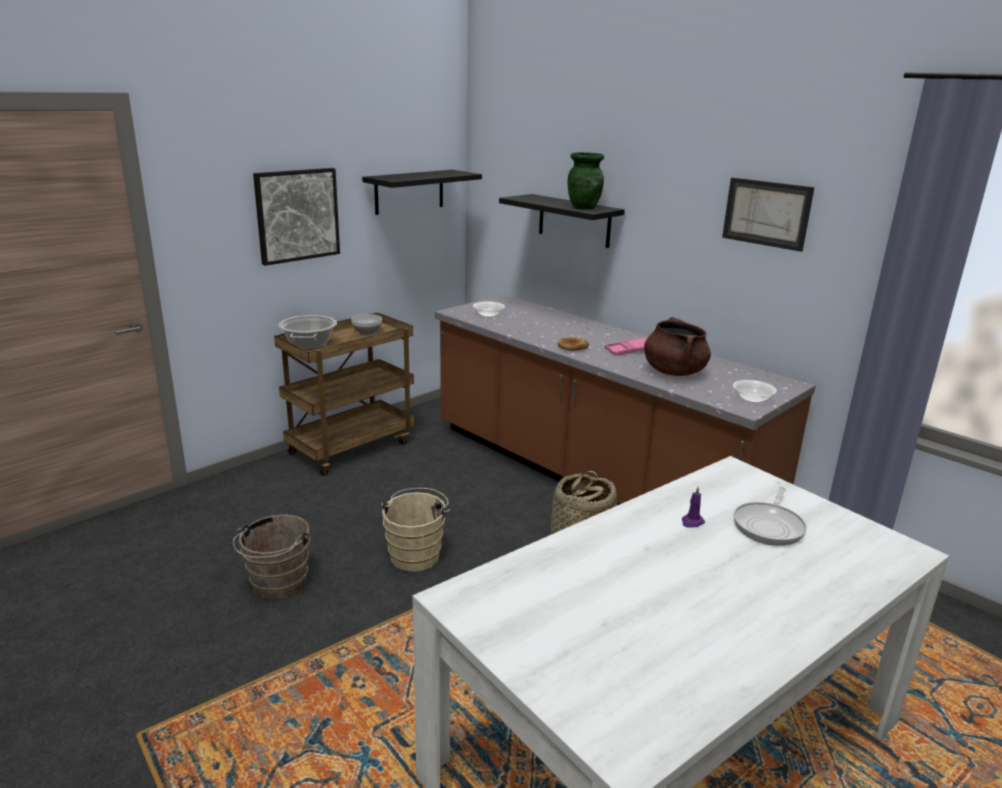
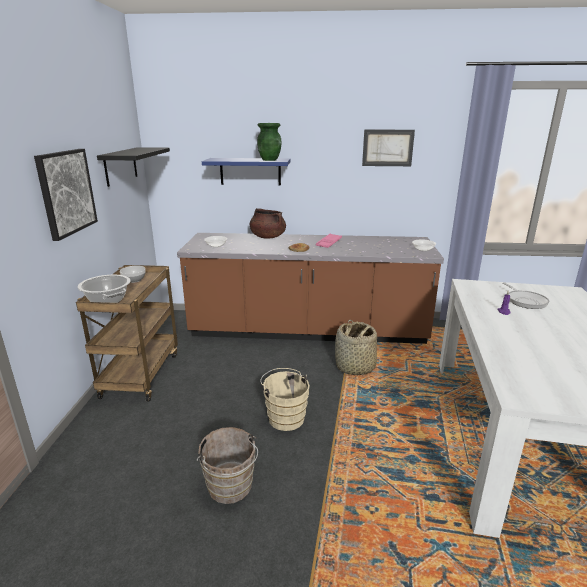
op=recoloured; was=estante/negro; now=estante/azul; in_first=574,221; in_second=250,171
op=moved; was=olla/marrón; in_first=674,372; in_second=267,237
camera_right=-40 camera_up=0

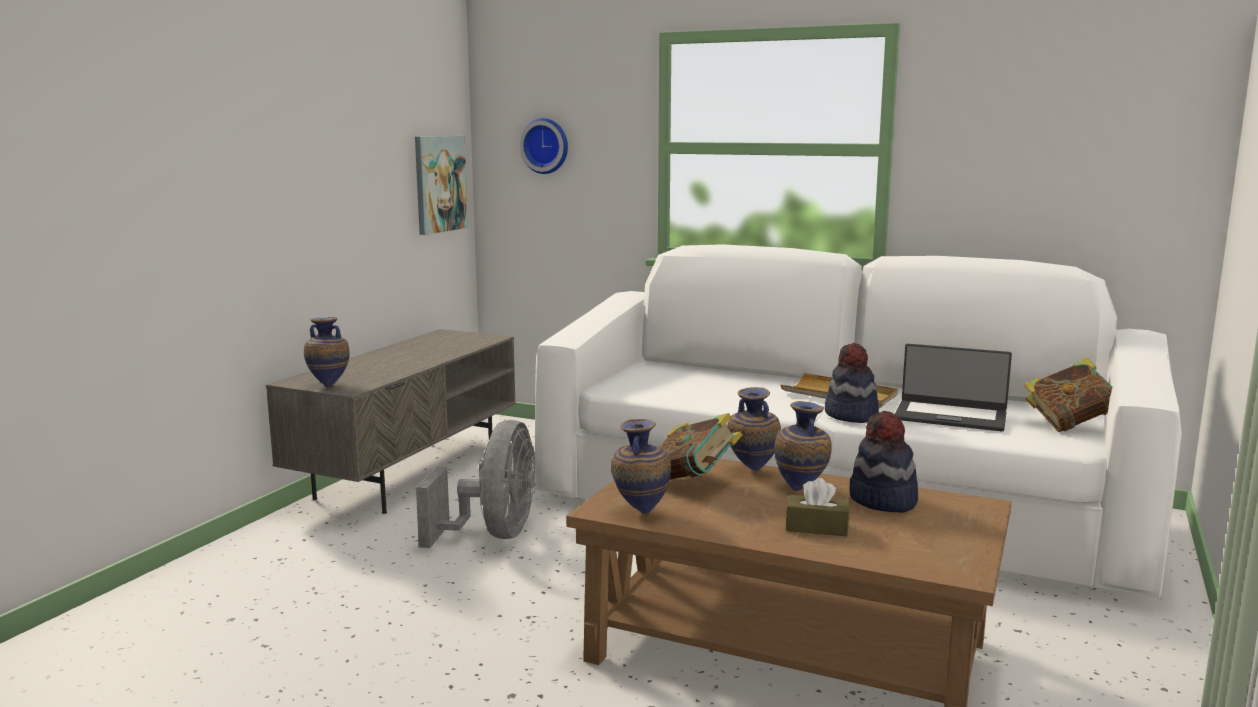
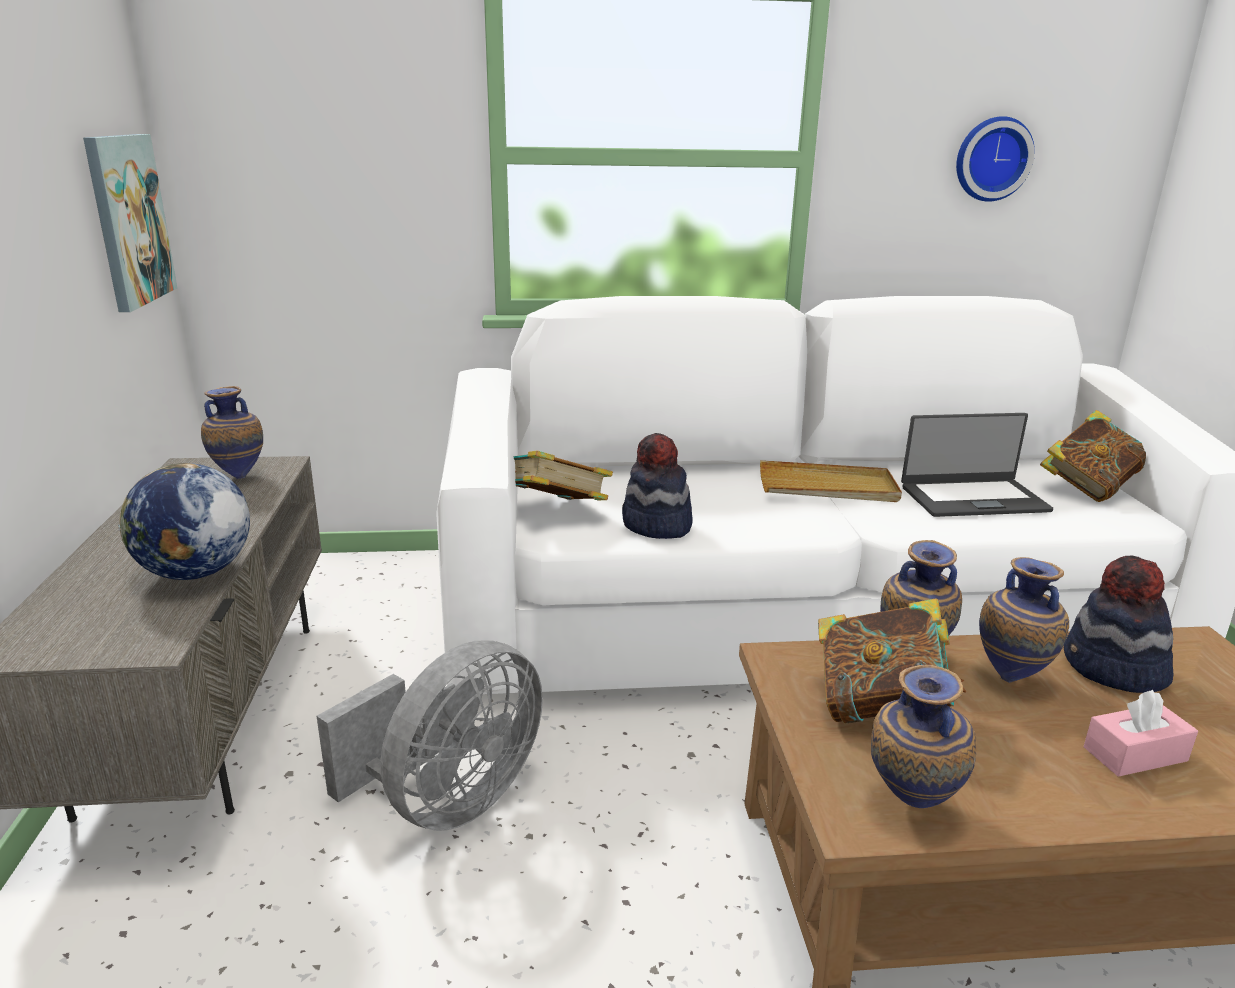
op=added; now=globo terráqueo; in_second=195,573
op=moved; was=florero; in_first=329,385; in_second=239,476
op=turned; was=ventilador/gris; in_first=494,535; in_second=449,801; clockwise=60
op=added; now=libro; in_second=555,512
op=moved; was=sombrero; in_first=850,415; in_second=656,525
op=moved; was=reloj de pared; in_first=546,146; in_second=991,159
op=recoloured; was=caja de pañuelos/marrón; now=caja de pañuelos/rosa; in_first=817,527; in_second=1135,754
camera_right=-30 camera_up=10

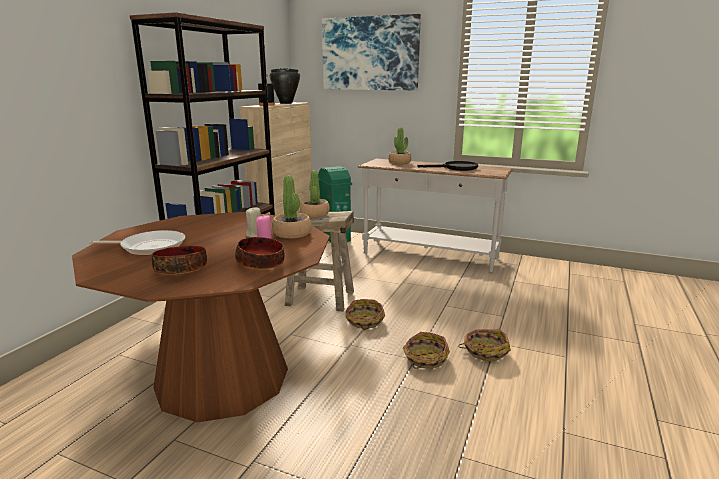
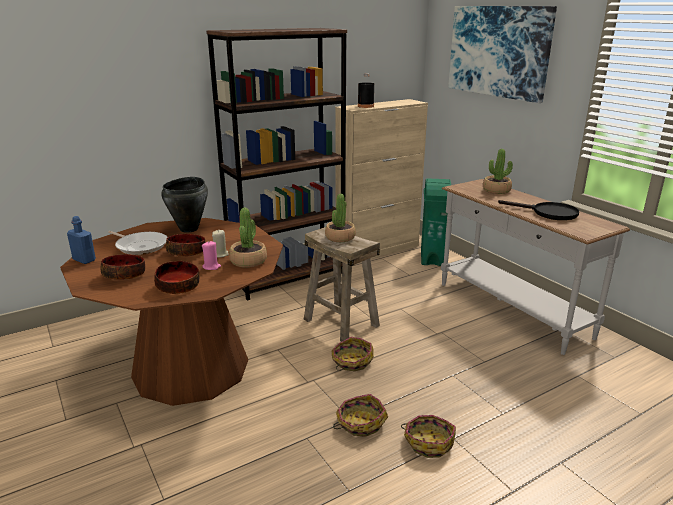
op=added; now=botella/azul; in_second=84,260
op=moved; was=olla/negro; in_first=286,103; in_second=189,229
op=added; now=cuenco; in_second=187,252
camera_right=35 camera_up=5

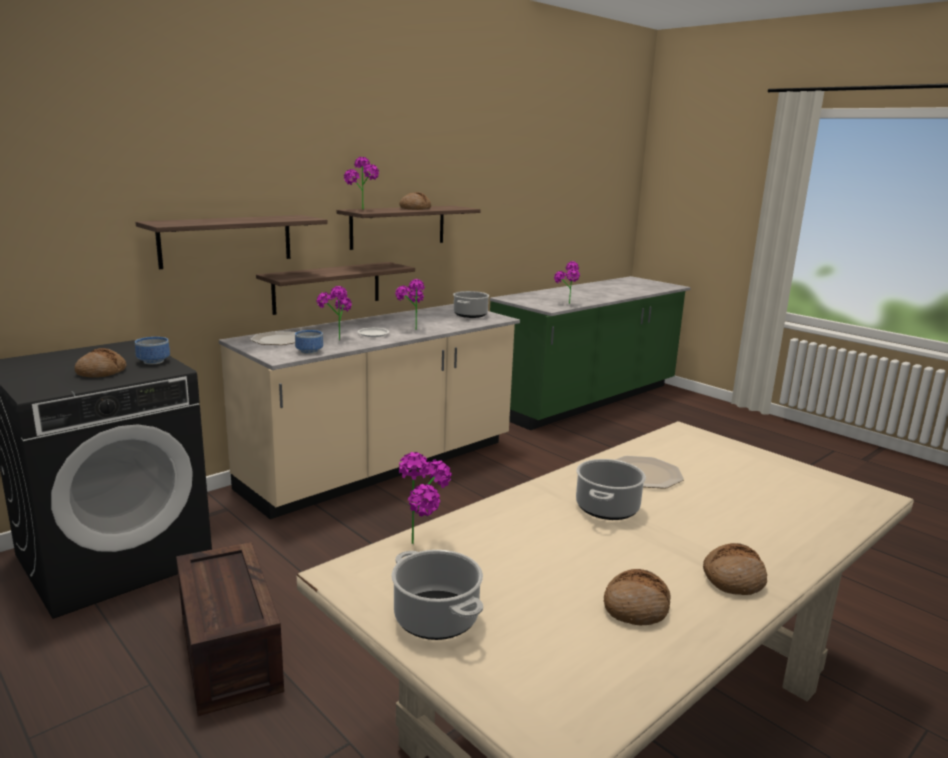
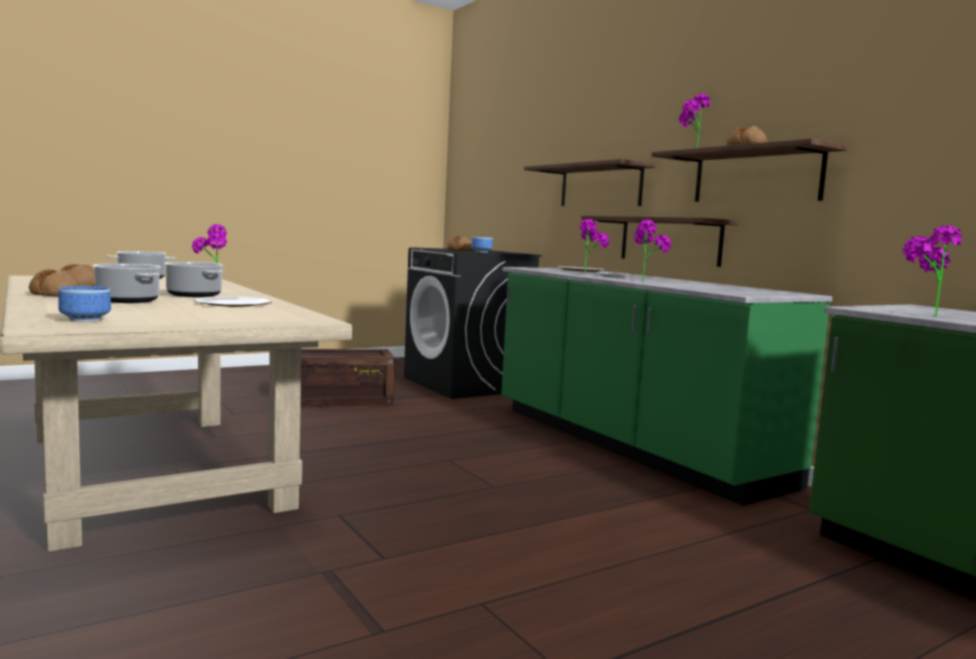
op=moved; was=cuenco; in_first=308,352; in_second=85,319
op=moved; was=olla; in_first=470,315; in_second=127,301
op=recoloured; was=mueble bajo de cocina/beis; now=mueble bajo de cocina/verde; in_first=382,466; in_second=629,445
camera_right=100 camera_up=-10

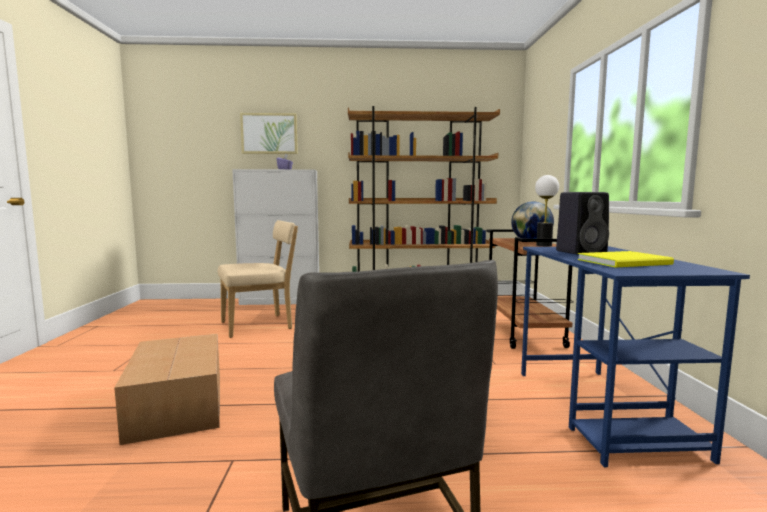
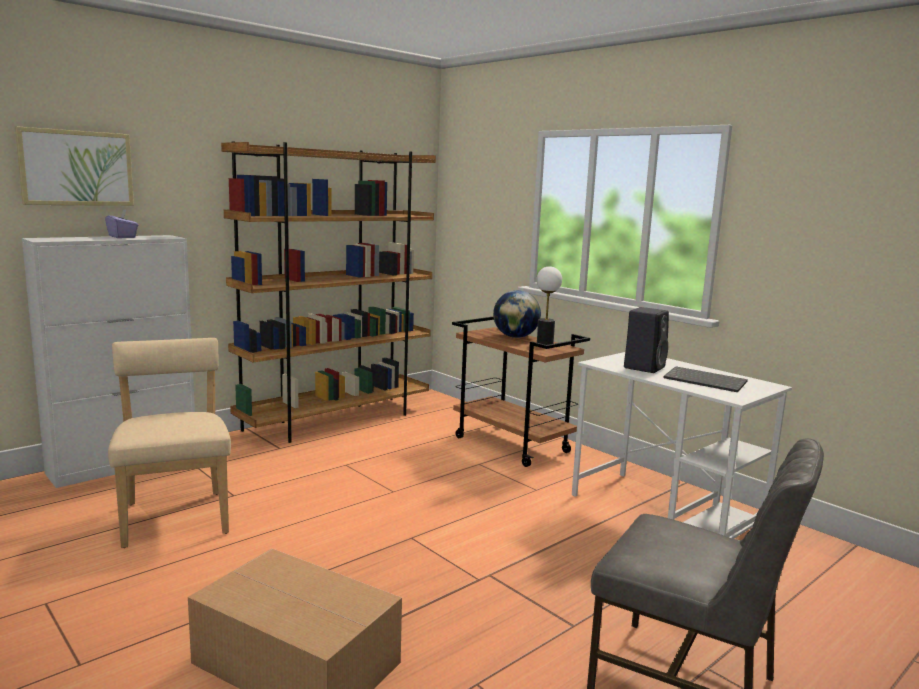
op=turned; was=silla/beis; in_first=260,325; in_second=176,515; clockwise=-45
op=recoloured; was=escritorio/azul; now=escritorio/blanco; in_first=601,411; in_second=666,512
op=replaced; was=libro/amarillo; now=teclado; in_first=626,262; in_second=706,381
camera_right=-40 camera_up=5

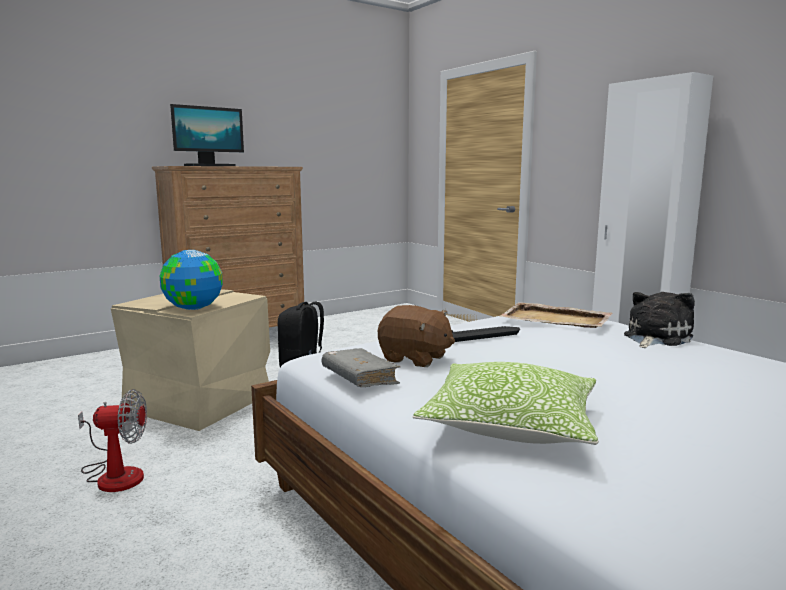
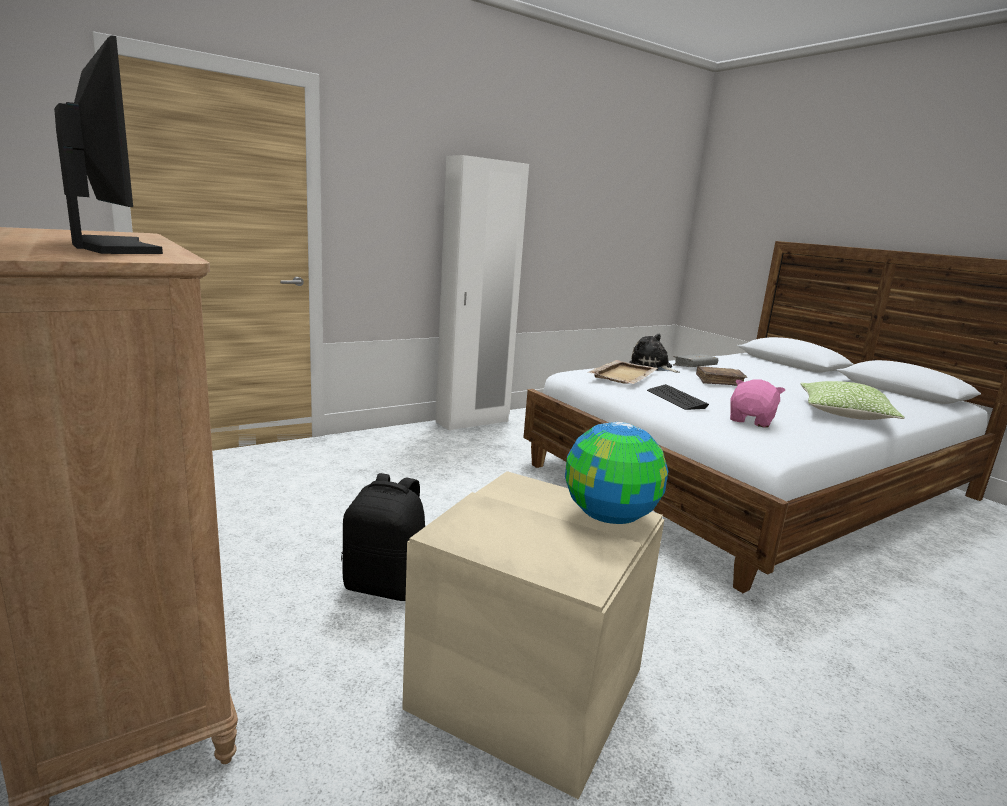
op=moved; was=libro/gris; in_first=359,378; in_second=694,366
op=added; now=libro/marrón; in_second=719,381
op=recoloured; was=peluche/marrón; now=peluche/rosa; in_first=415,359; in_second=751,420
op=removed; was=ventilador; in_first=115,474
camera_right=-90 camera_up=5

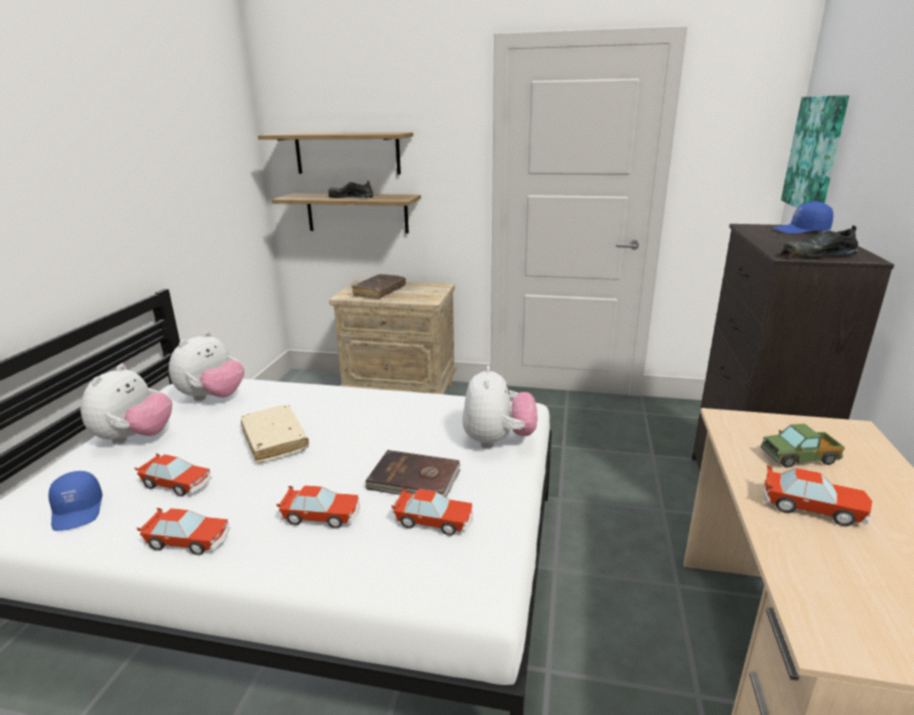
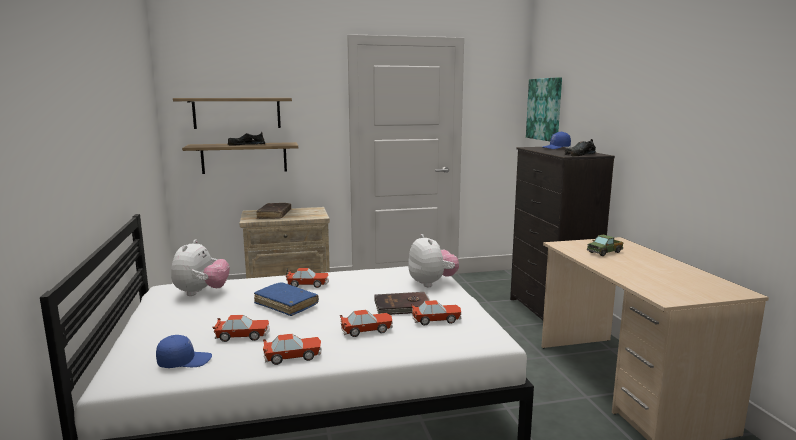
op=turned; was=gorra/azul; in_first=78,511; in_second=184,361; clockwise=-60
op=recoloured; was=libro/beis; now=libro/azul; in_first=275,440; in_second=286,304
op=moved; was=coche de juguete; in_first=812,508; in_second=308,284
op=removed; was=peluche; in_first=135,438
camera_right=-25 camera_up=-10

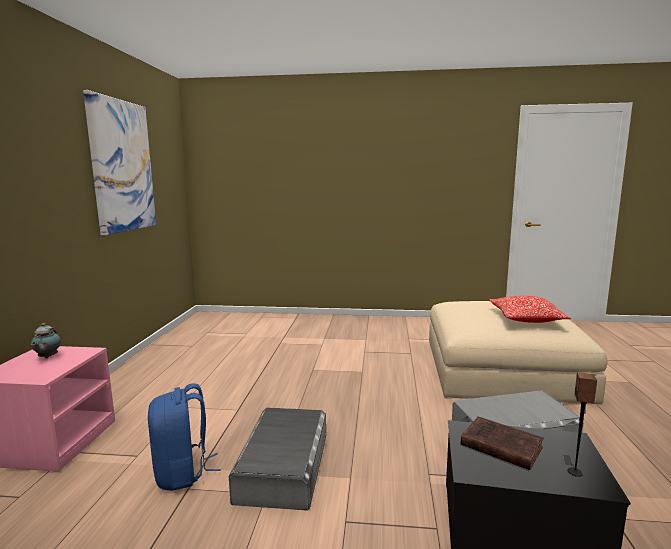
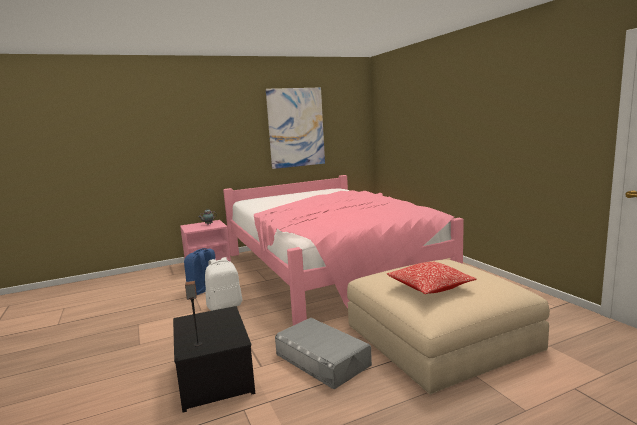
op=replaced; was=caja de almacenaje/gris; now=mochila/blanco; in_first=283,465; in_second=225,306
op=added; now=cama/rosa; in_second=330,268
op=removed; was=libro/marrón; in_first=499,446
camera_right=60 camera_up=0

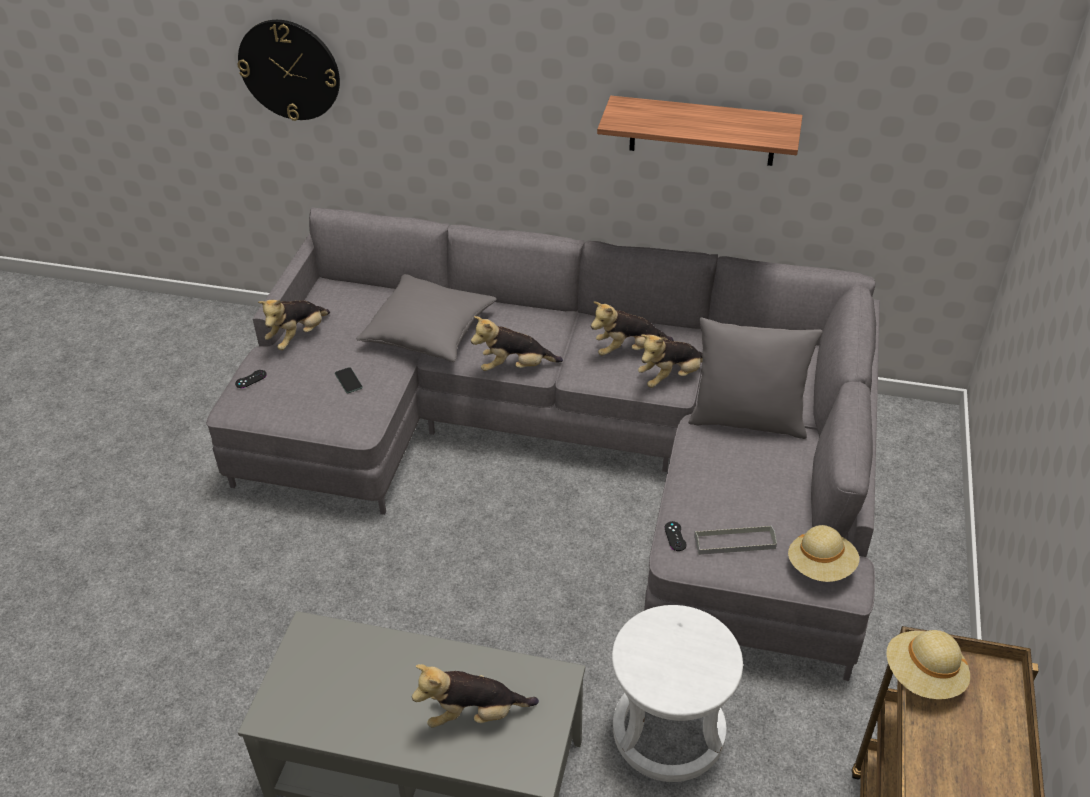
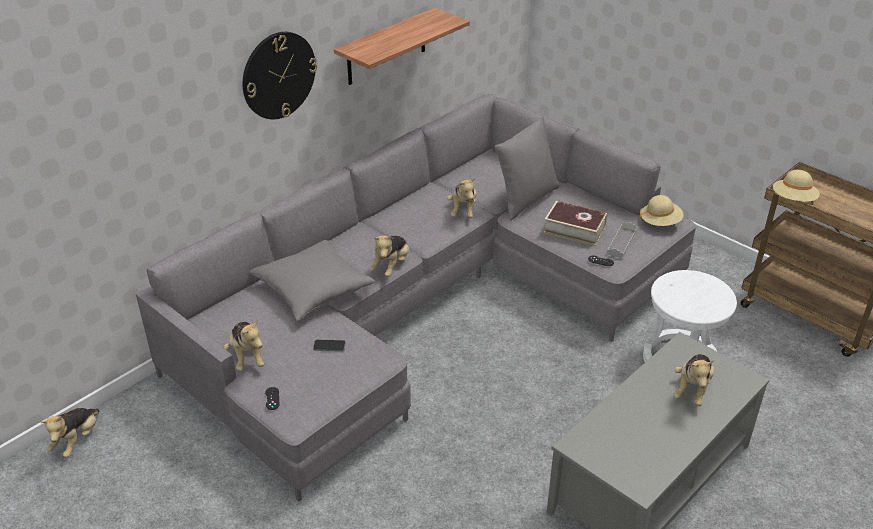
op=moved; was=peluche; in_first=628,350; in_second=77,440
op=moved; was=reloj de pared; in_first=289,70; in_second=278,75
op=added; now=libro; in_second=574,229
camera_right=-60 camera_up=-5

